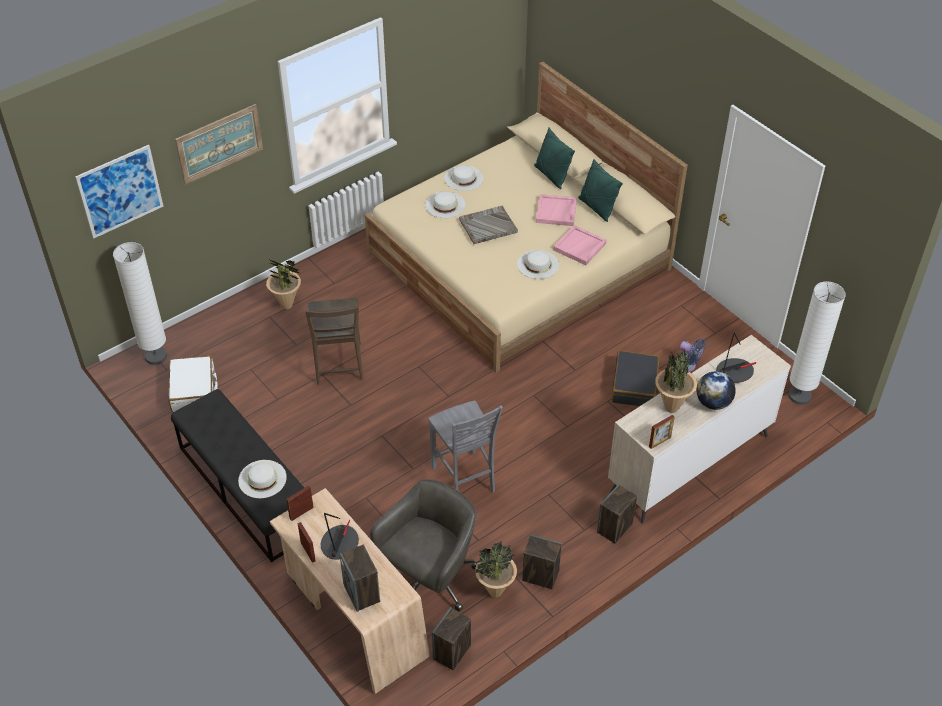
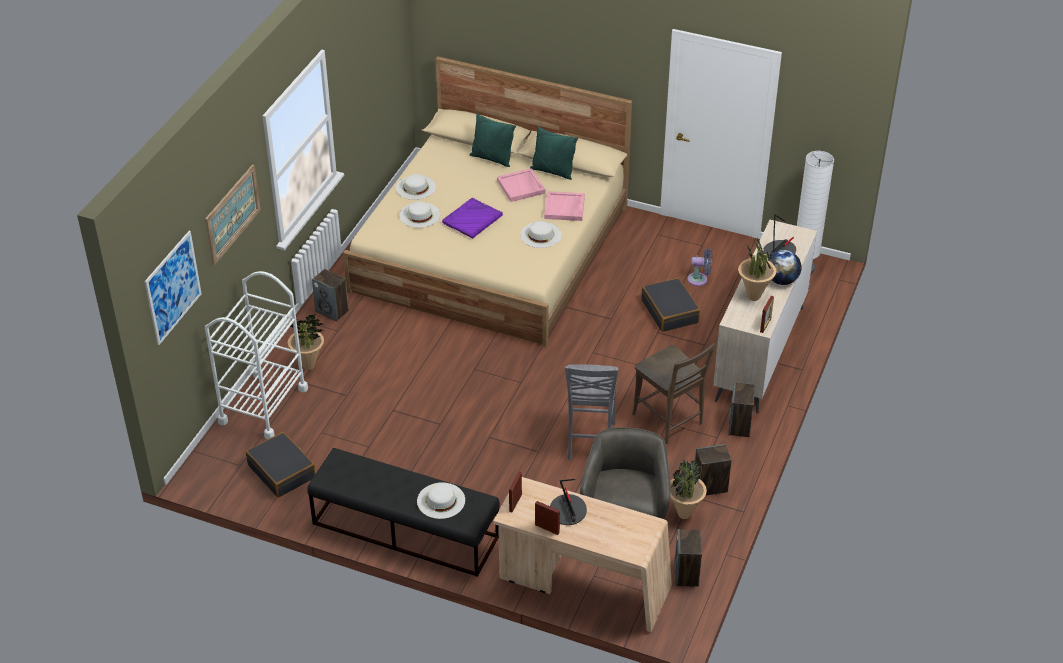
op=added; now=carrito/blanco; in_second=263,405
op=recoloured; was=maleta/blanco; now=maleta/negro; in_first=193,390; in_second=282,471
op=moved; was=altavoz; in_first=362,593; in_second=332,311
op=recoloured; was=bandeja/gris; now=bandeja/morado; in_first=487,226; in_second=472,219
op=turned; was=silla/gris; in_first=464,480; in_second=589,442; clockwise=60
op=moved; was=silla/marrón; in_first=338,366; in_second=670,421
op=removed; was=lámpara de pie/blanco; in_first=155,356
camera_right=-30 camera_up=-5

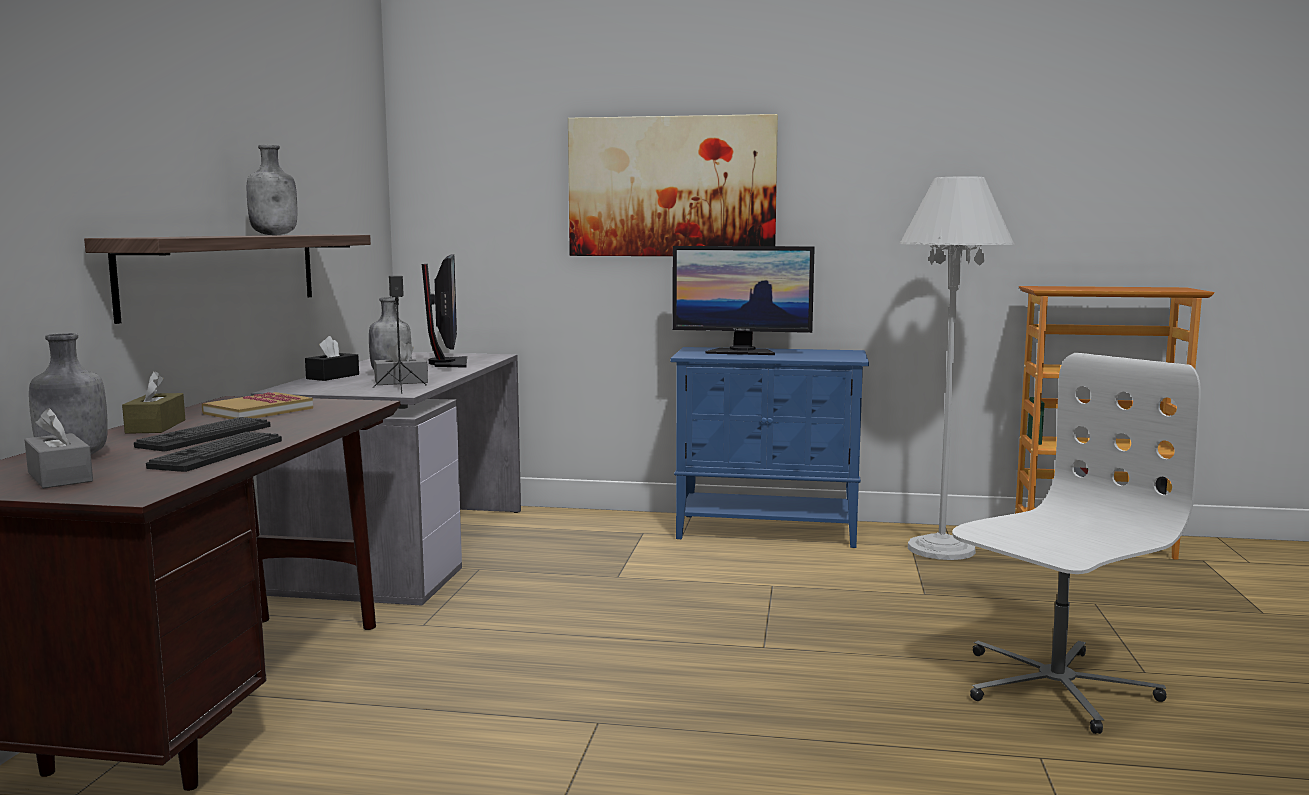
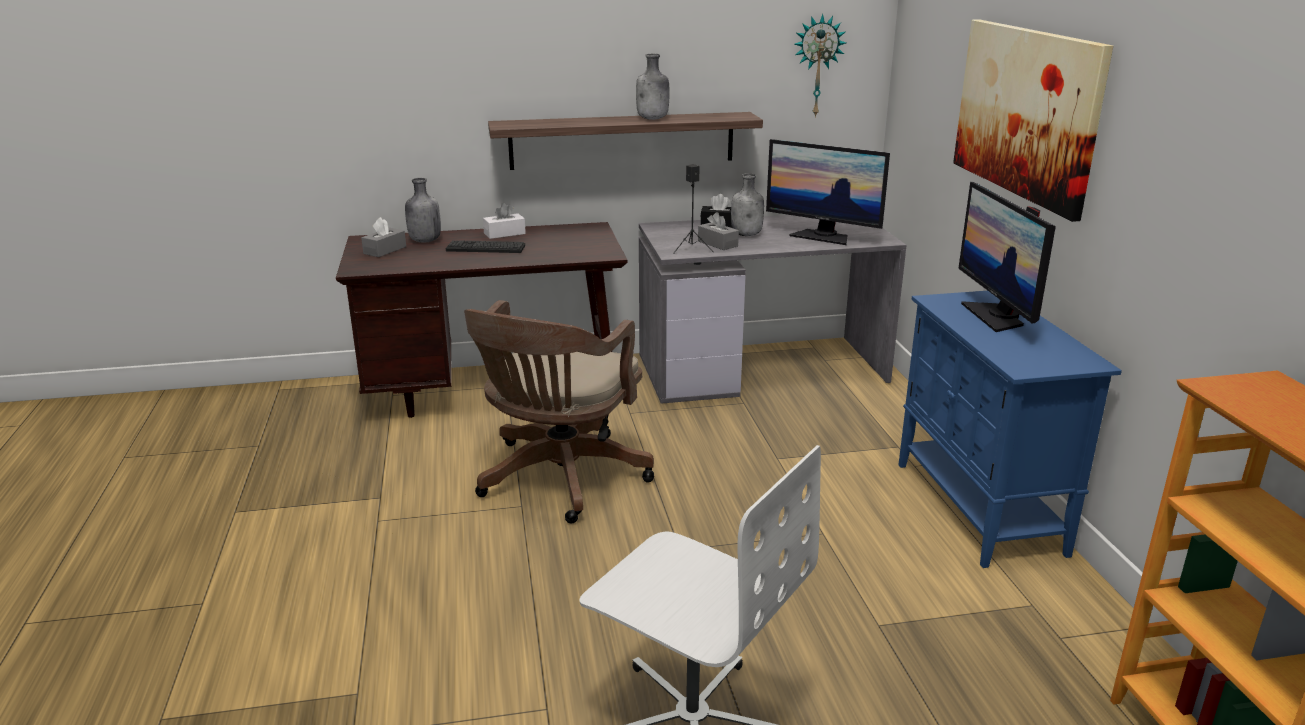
op=added; now=silla de oficina/marrón; in_second=559,480
op=recoloured; was=caja de pañuelos/marrón; now=caja de pañuelos/blanco; in_first=156,426; in_second=504,233
op=turned; was=monitor; in_first=448,363; in_second=823,236; clockwise=60
op=added; now=reloj de pared; in_second=817,66
op=removed; was=teclado; in_first=218,454
op=removed; was=libro; in_first=258,411
op=removed; was=lámpara de pie/blanco; in_first=940,549
camera_right=70 camera_up=15

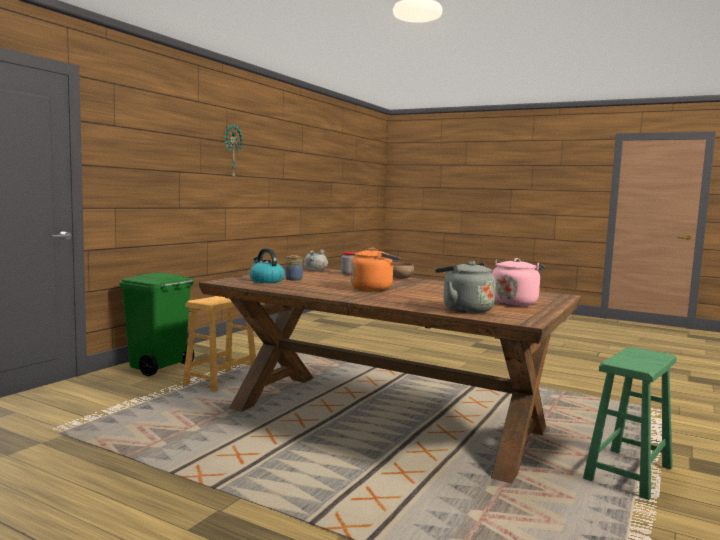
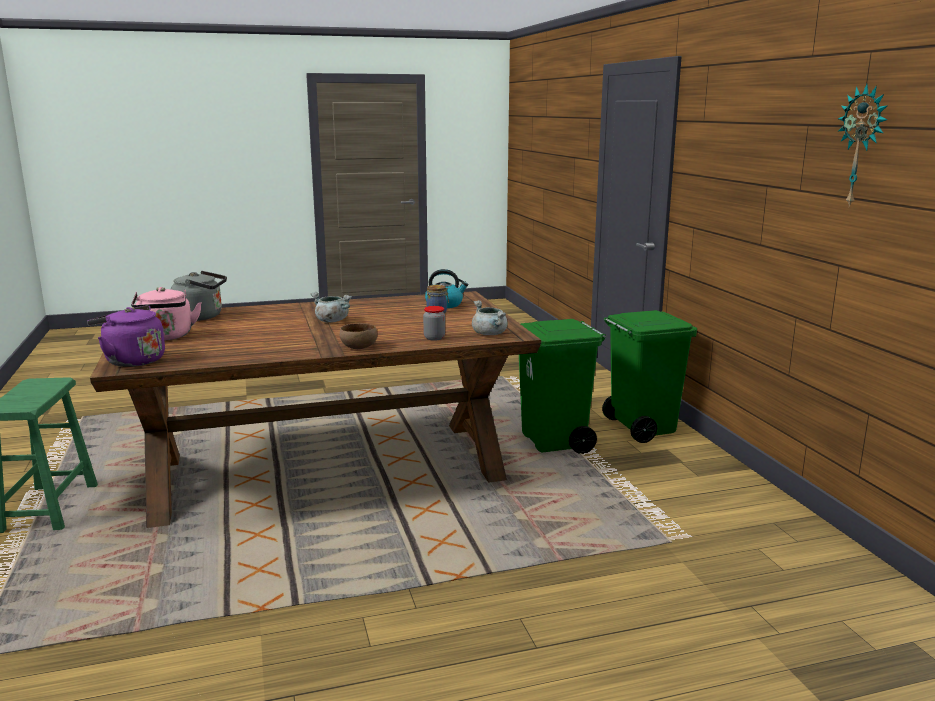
op=added; now=hervidor/morado; in_second=132,361
op=replaced; was=hervidor/naranja; now=olla/gris; in_first=374,288; in_second=331,321
op=replaced; was=taburete/marrón; now=papelera/verde; in_first=221,379; in_second=555,442
camera_right=135 camera_up=10

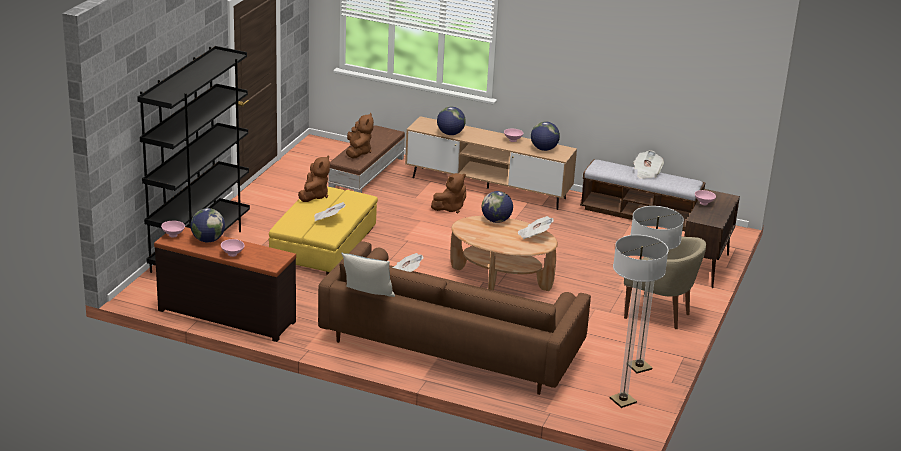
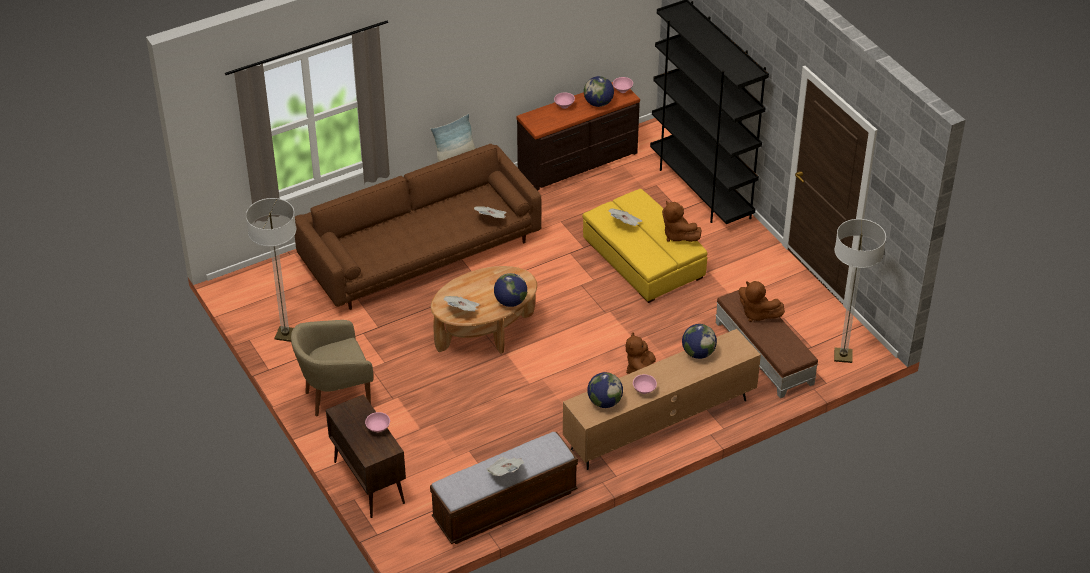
op=moved; was=lámpara de pie; in_first=623,401; in_second=843,356
camera_right=130 camera_up=15

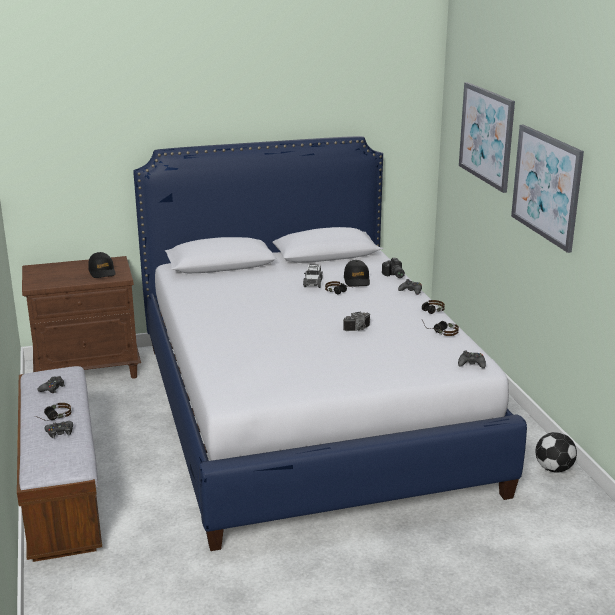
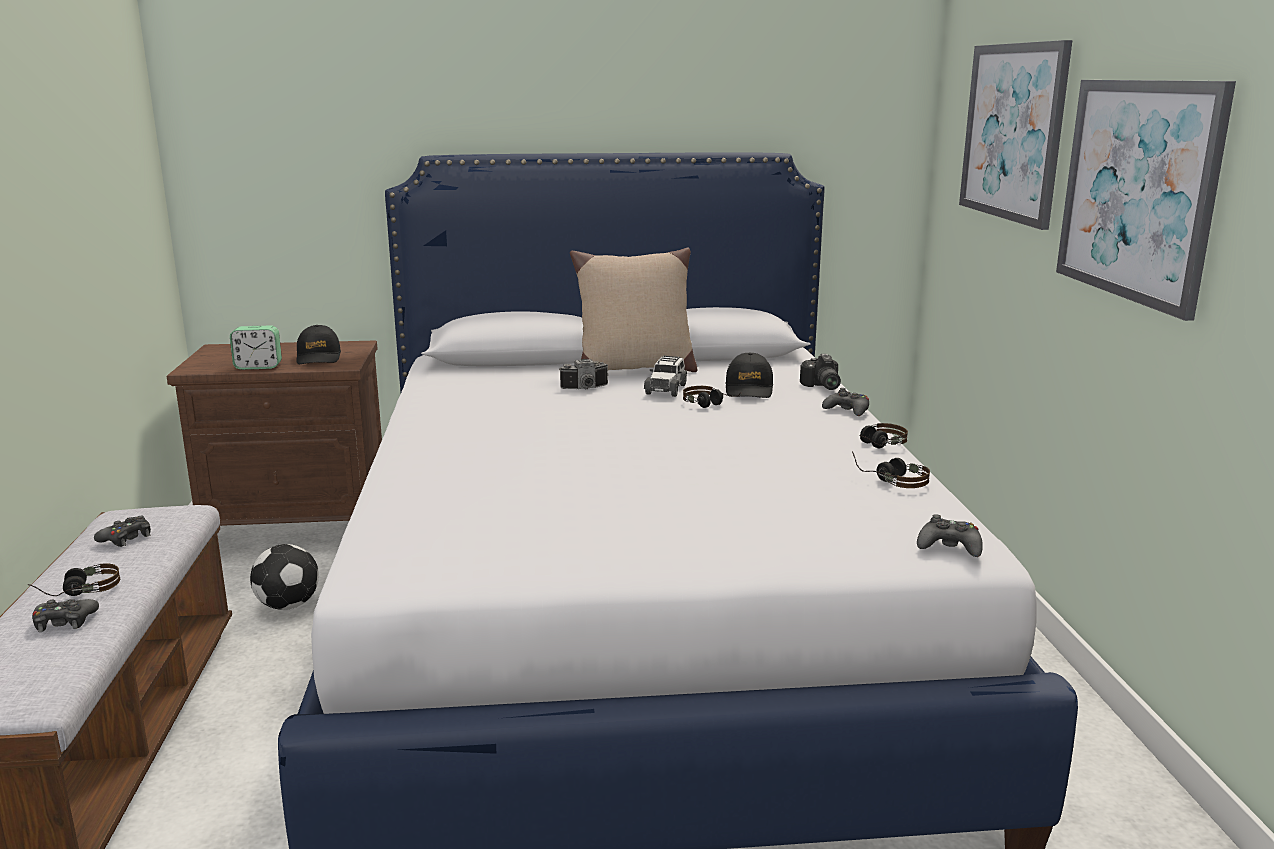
op=added; now=despertador; in_second=258,367
op=moved; was=balón de fútbol; in_first=554,468; in_second=289,605
op=moved; was=cámara; in_first=358,329; in_second=586,388
op=added; now=cojín/beis; in_second=634,369
camera_right=10 camera_up=-5

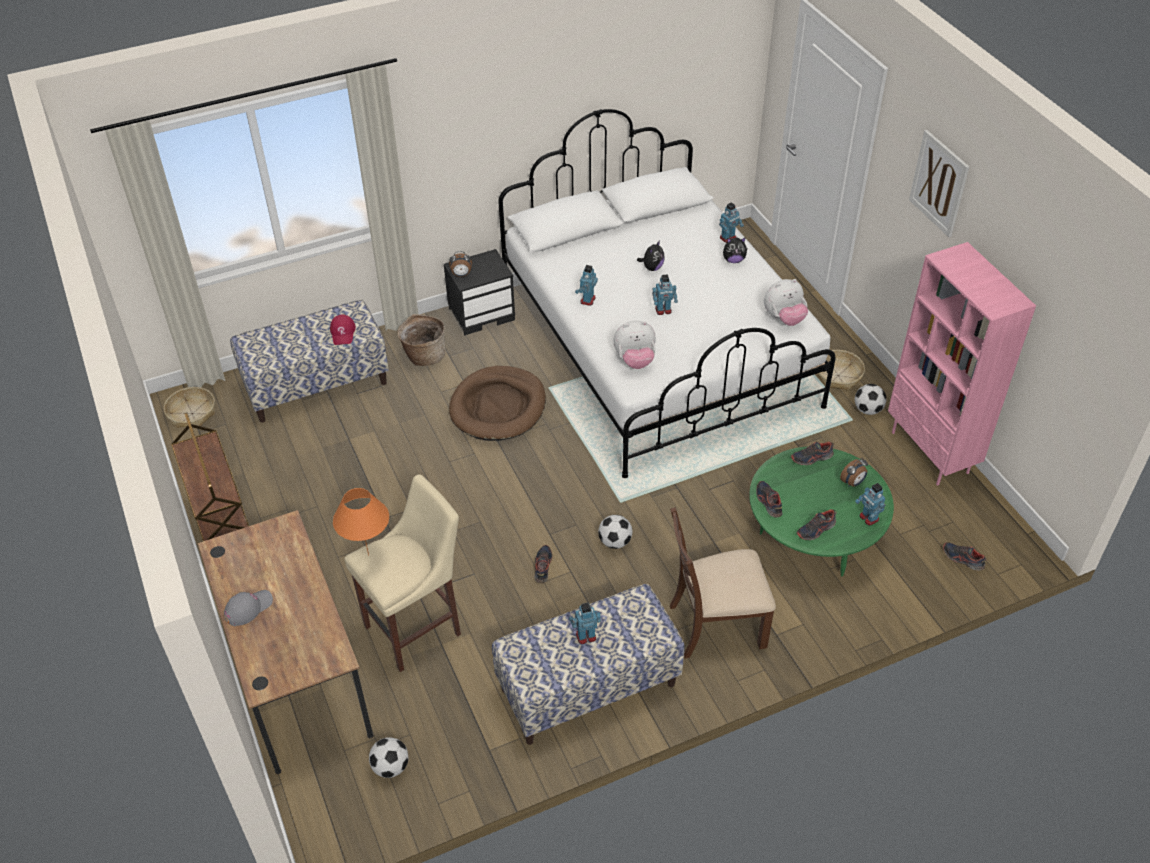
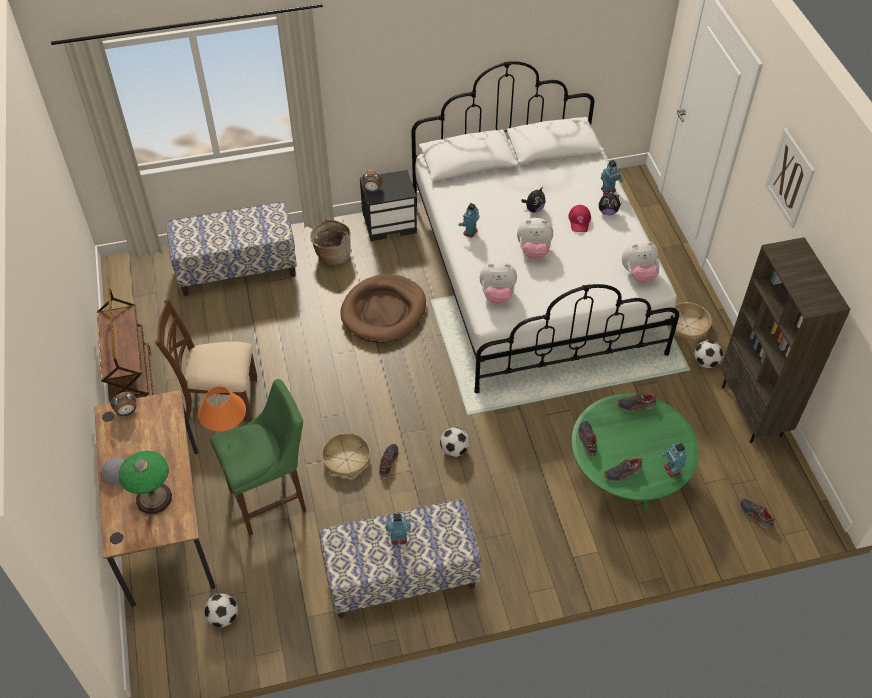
op=moved; was=despertador; in_first=853,483; in_second=127,412
op=added; now=lámpara de mesa; in_second=154,498
op=moved; was=silla/marrón; in_first=715,625; in_second=220,398
op=recoloured; was=taburete/beis; now=taburete/verde; in_first=417,628; in_second=272,499
op=moved; was=cesta; in_first=192,414; in_second=346,460
op=replaced; was=robot de juguete; now=peluche; in_first=663,310; in_second=533,251
op=moved; was=gorra/rojo; in_first=343,333; in_second=579,221
op=recoloured; was=estantería/rosa; now=estantería/marrón; in_first=931,452; in_second=752,411
camera_right=10 camera_up=5

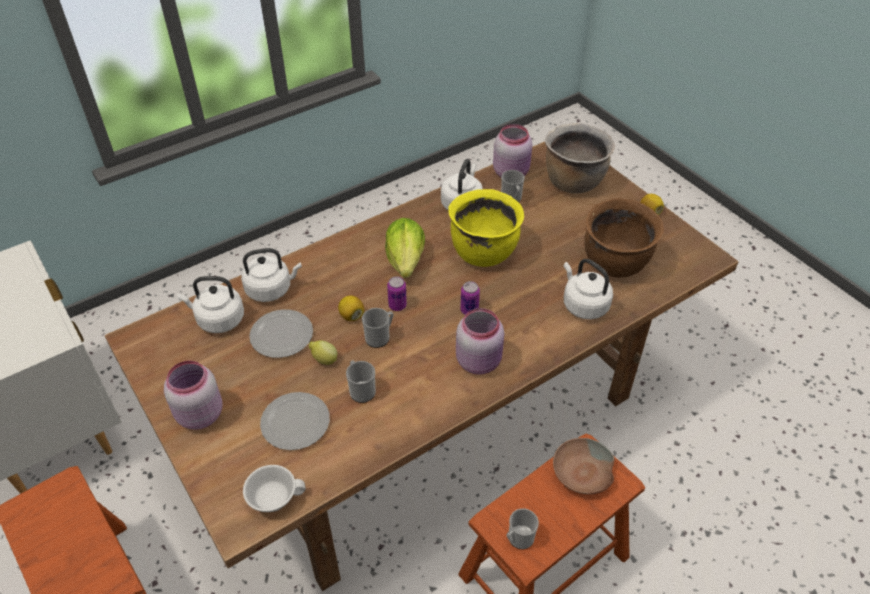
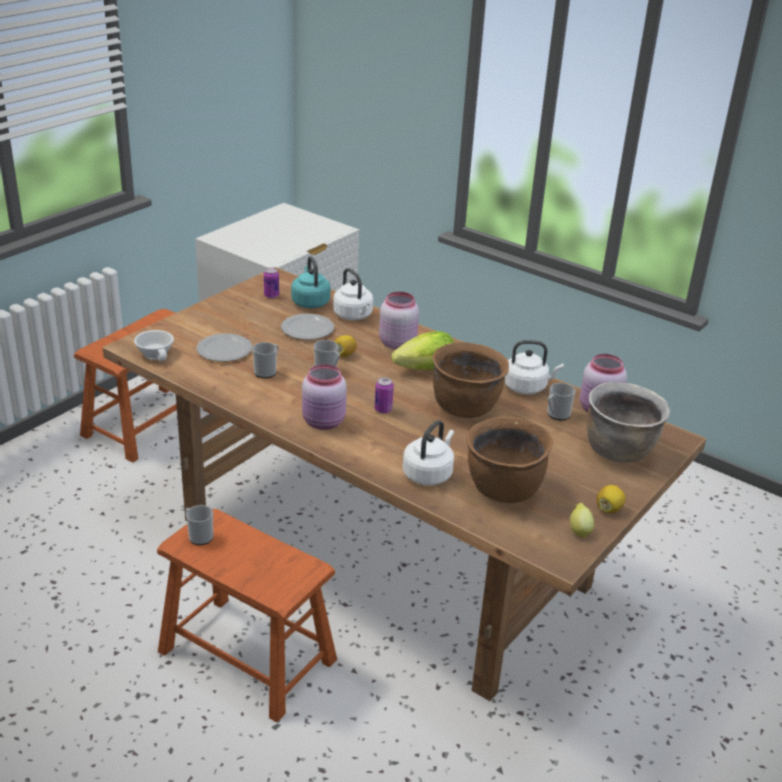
op=moved; was=lata; in_first=397,305; in_second=271,296
op=recoloured; was=hervidor/blanco; now=hervidor/turquesa; in_first=218,320; in_second=310,302
op=moved; was=tarro/rosa; in_first=199,414; in_second=397,343
op=recoloured; was=olla/amarillo; now=olla/marrón; in_first=483,252; in_second=465,407
op=moved; was=limón; in_first=324,360; in_second=579,531
op=removed; was=cuenco/marrón; in_first=582,473
camera_right=70 camera_up=-15

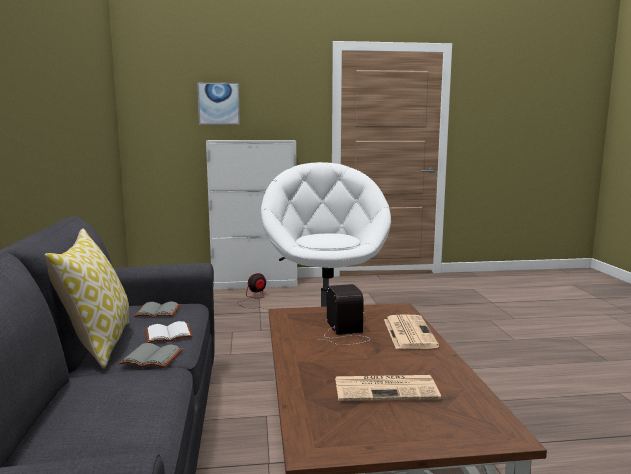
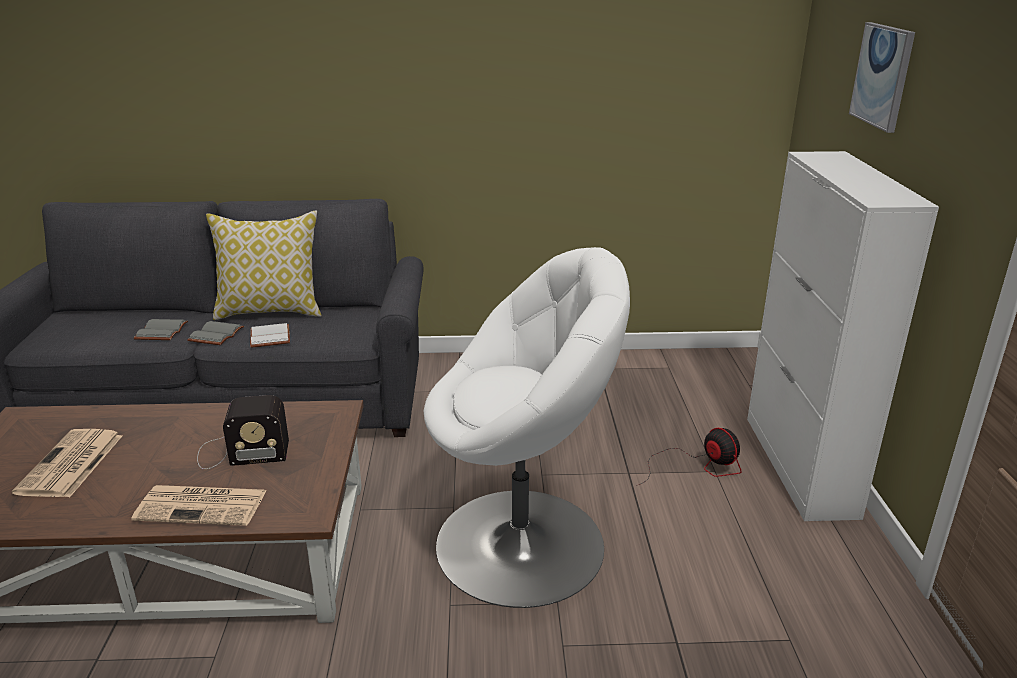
op=moved; was=libro/gris; in_first=156,312; in_second=160,331
camera_right=95 camera_up=15

